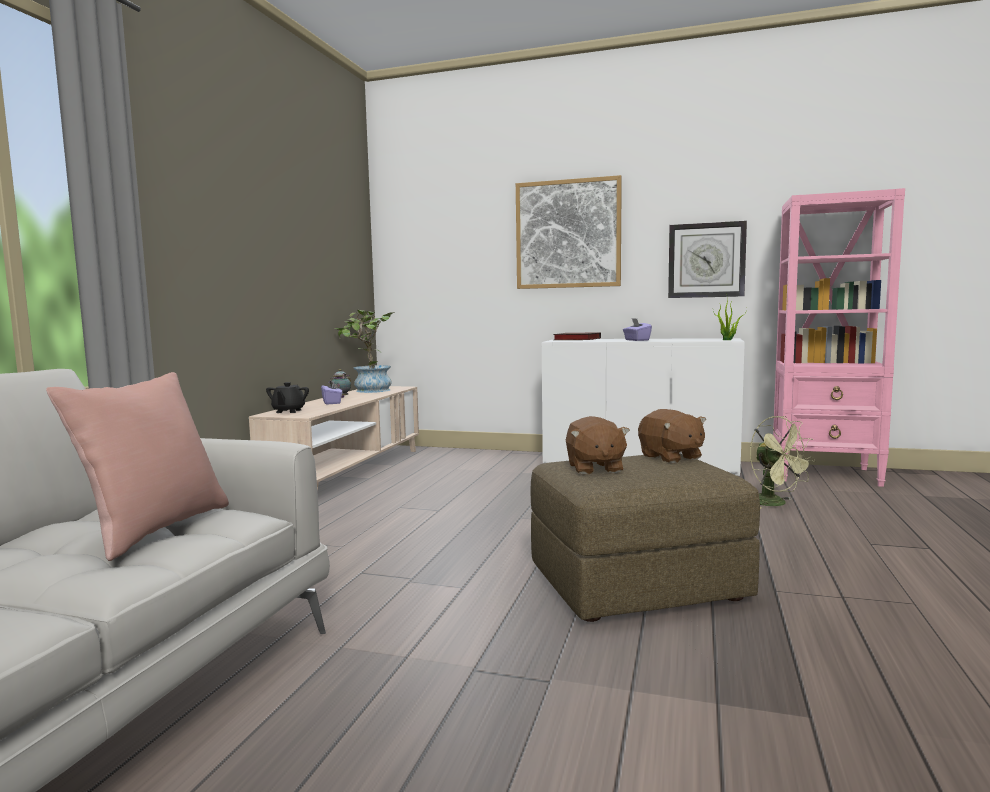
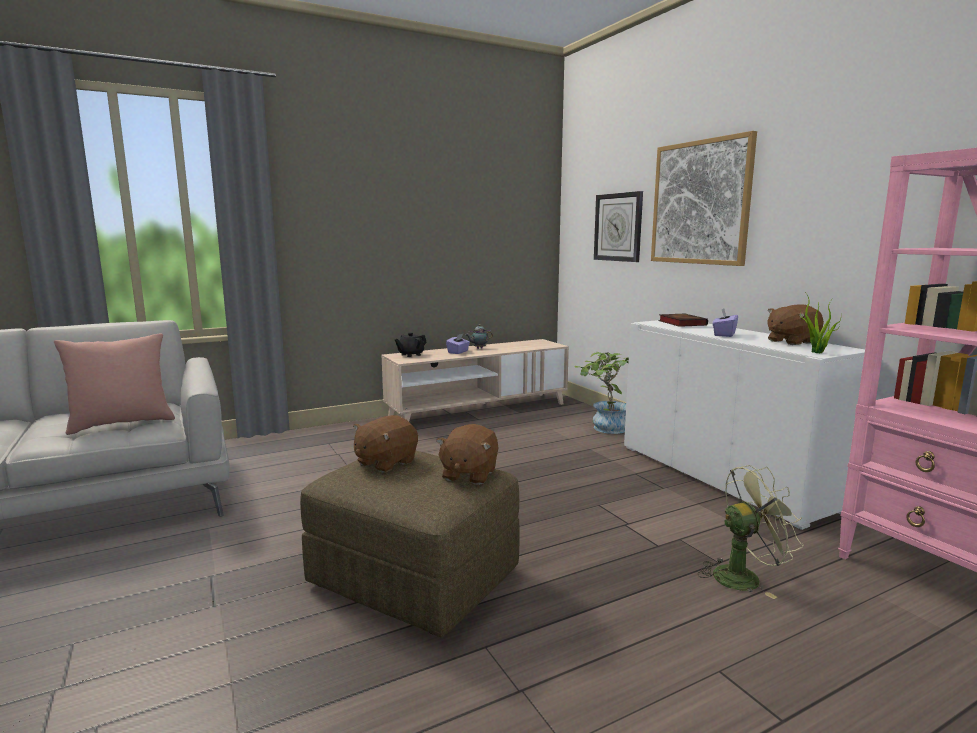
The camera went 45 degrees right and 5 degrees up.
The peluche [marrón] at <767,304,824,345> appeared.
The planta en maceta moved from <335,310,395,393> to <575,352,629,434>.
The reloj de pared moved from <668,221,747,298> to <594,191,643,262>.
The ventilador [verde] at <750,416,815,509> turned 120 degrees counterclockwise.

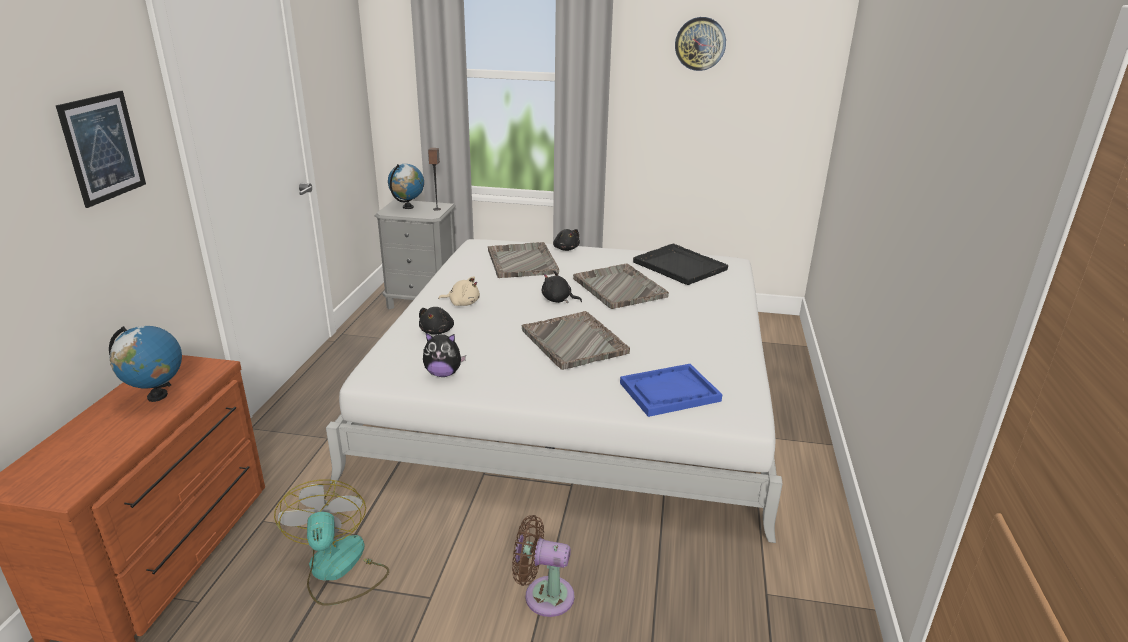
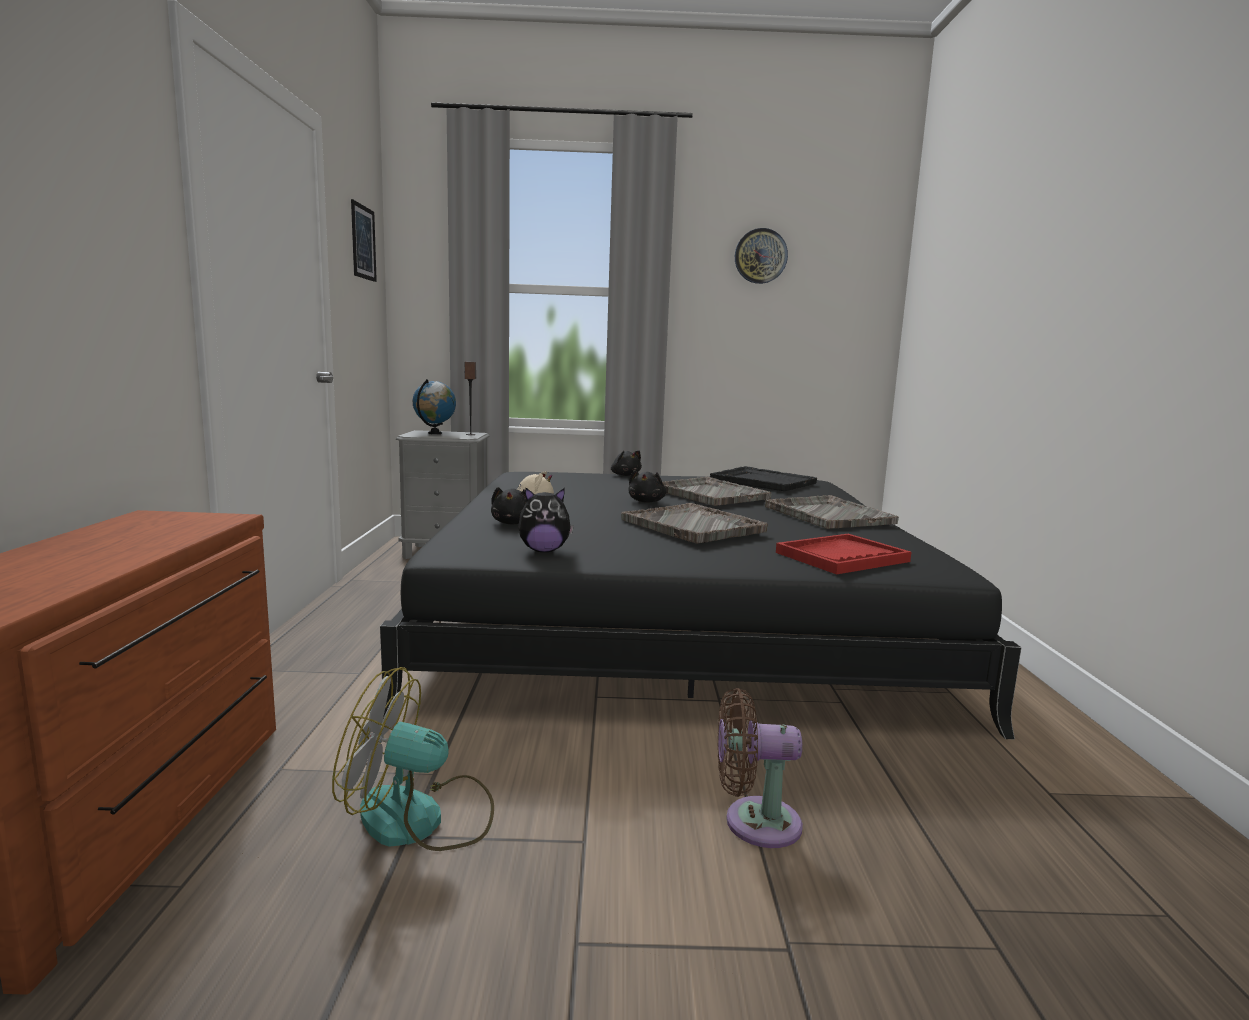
The camera went 10 degrees left and 15 degrees down.
The globo terráqueo at <109,326,182,402> disappeared.
The cuadro moved from <56,91,146,208> to <351,199,377,282>.
The bandeja [gris] moved from <488,242,559,278> to <765,495,899,529>.
The cama [blanco] at <326,239,783,543> became the cama [negro] at <380,472,1021,739>.
The bandeja [azul] at <620,364,723,417> became the bandeja [rojo] at <776,534,911,574>.
The ventilador at <274,479,389,606> turned 60 degrees counterclockwise.
The peluche [negro] at <542,270,582,303> turned 90 degrees counterclockwise.

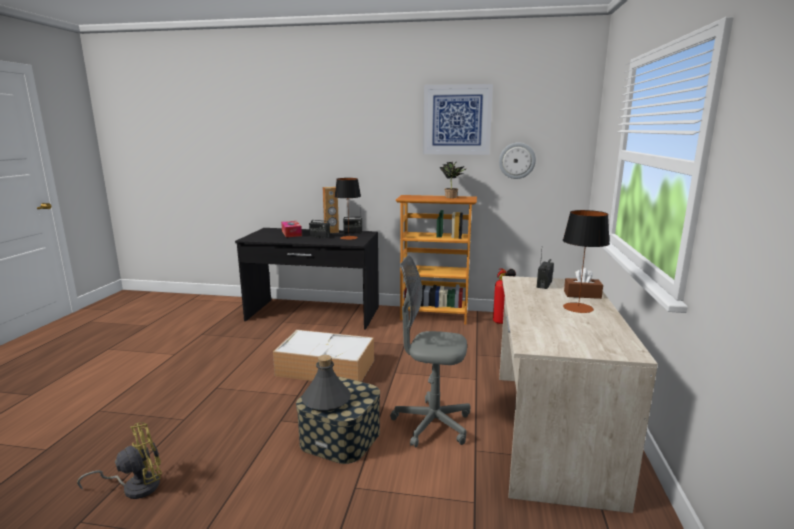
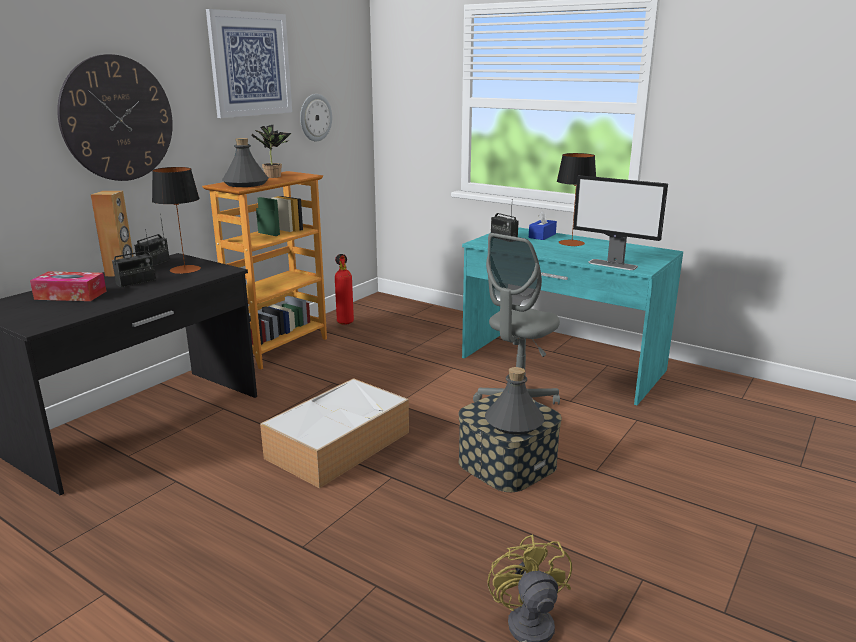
The camera went 65 degrees left and 5 degrees up.
The reloj de pared at <57,54,173,181> appeared.
The botella [gris] at <222,138,269,187> appeared.
The monitor at <573,175,668,270> appeared.
The escritorio [beis] at <499,276,658,513> became the escritorio [turquesa] at <462,227,683,405>.
The caja de pañuelos [marrón] at <564,268,603,299> became the caja de pañuelos [azul] at <529,210,557,240>.

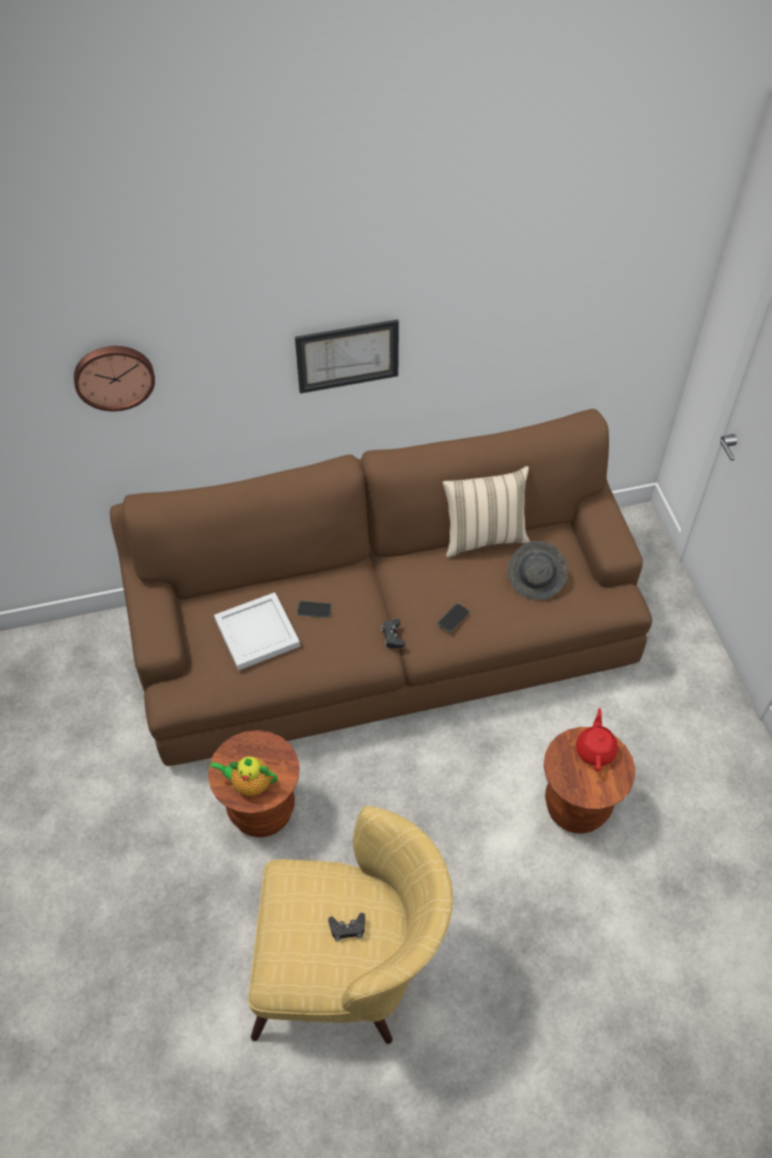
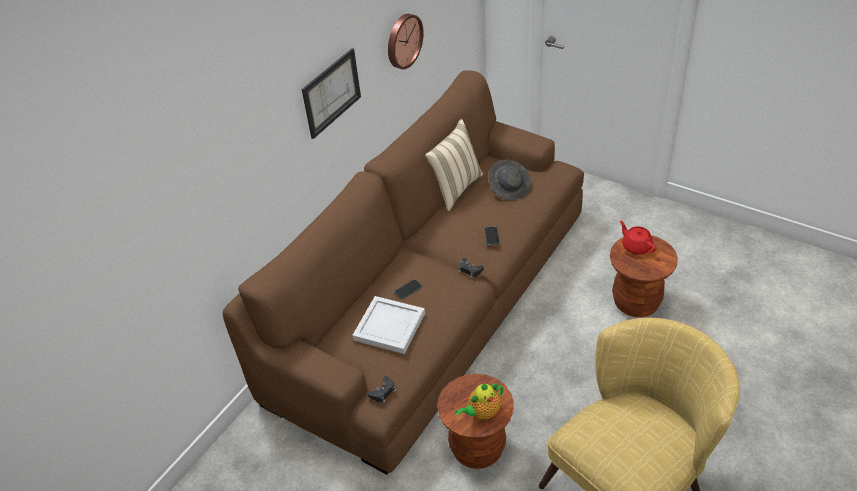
The camera went 40 degrees left and 10 degrees down.
The reloj de pared moved from <74,346,155,411> to <388,14,424,69>.
The mando de consola [negro] moved from <328,913,365,942> to <368,376,396,403>.

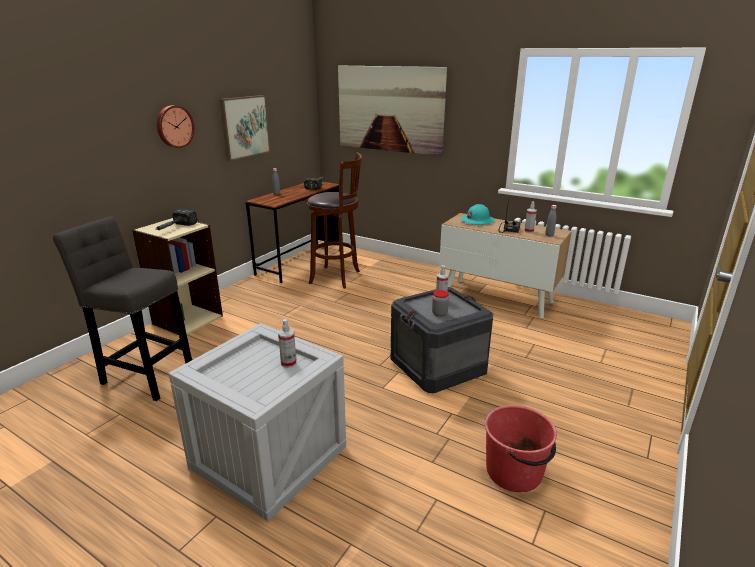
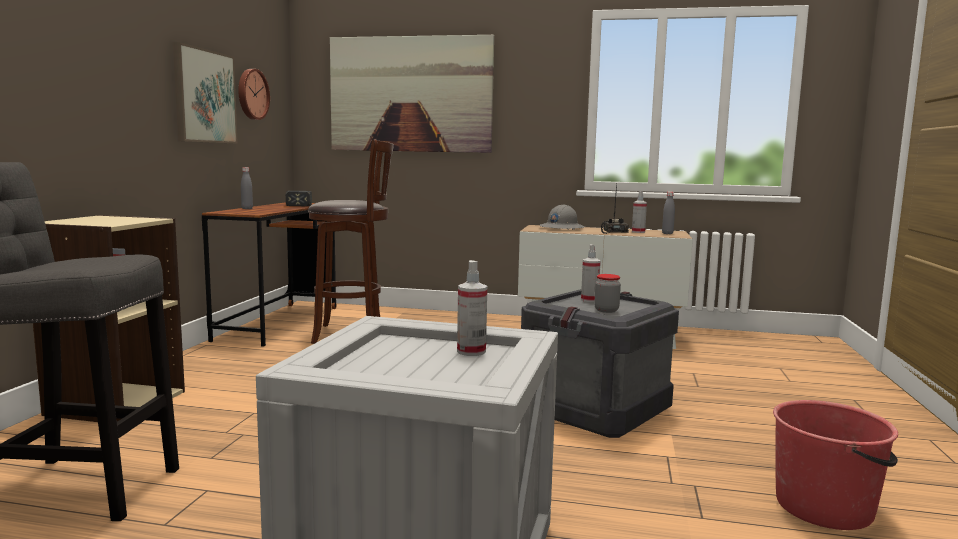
The camera went 20 degrees left and 15 degrees down.
The martillo at <155,209,198,230> disappeared.
The reloj de pared moved from <157,105,195,148> to <238,69,270,120>.
The casco [turquesa] at <461,204,495,225> became the casco [gris] at <540,204,585,230>.

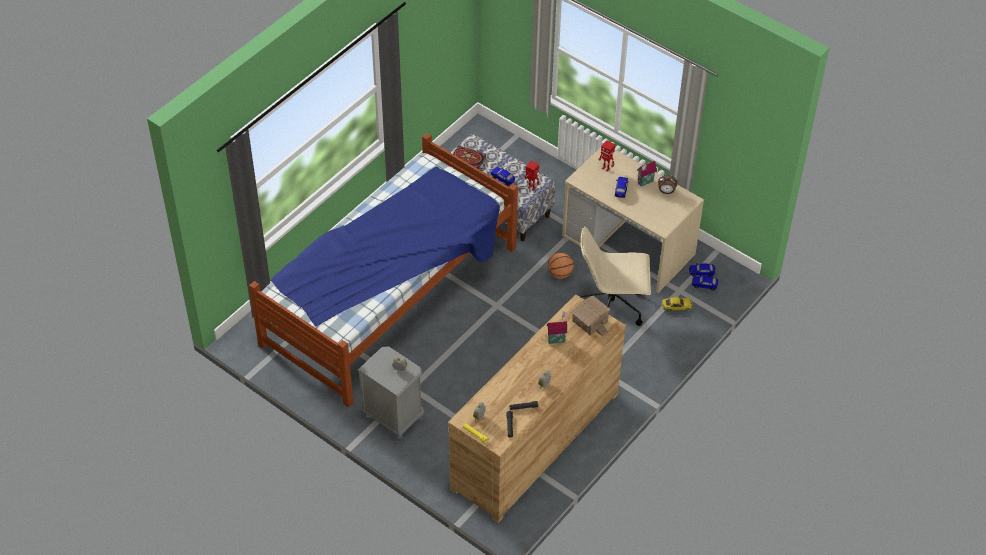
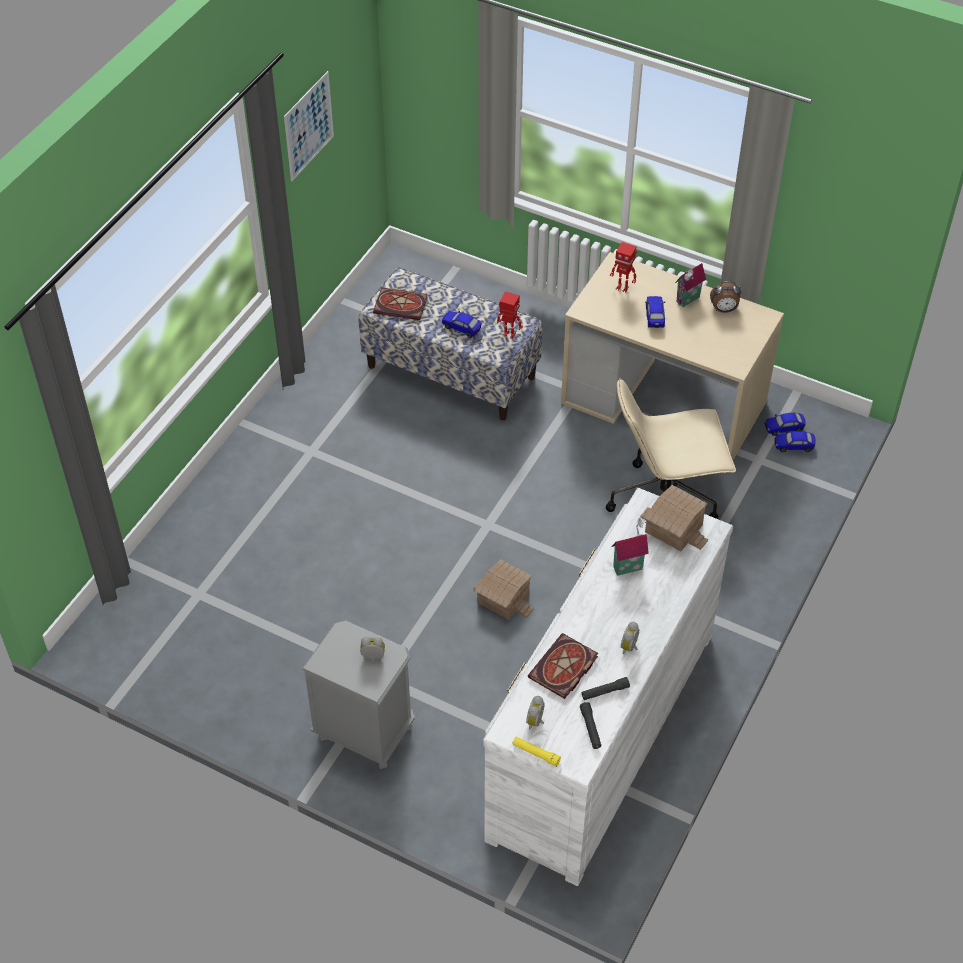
The camera went 10 degrees left and 0 degrees up.
The cama at <249,133,518,407> disappeared.
The balón de baloncesto at <547,253,574,279> disappeared.
The coche de juguete [amarillo] at <662,297,693,313> disappeared.
The cuadro at <284,71,334,181> appeared.
The casita at <474,559,534,620> appeared.
The libro at <528,633,598,699> appeared.
The cómoda [marrón] at <448,295,626,523> became the cómoda [blanco] at <483,488,733,886>.

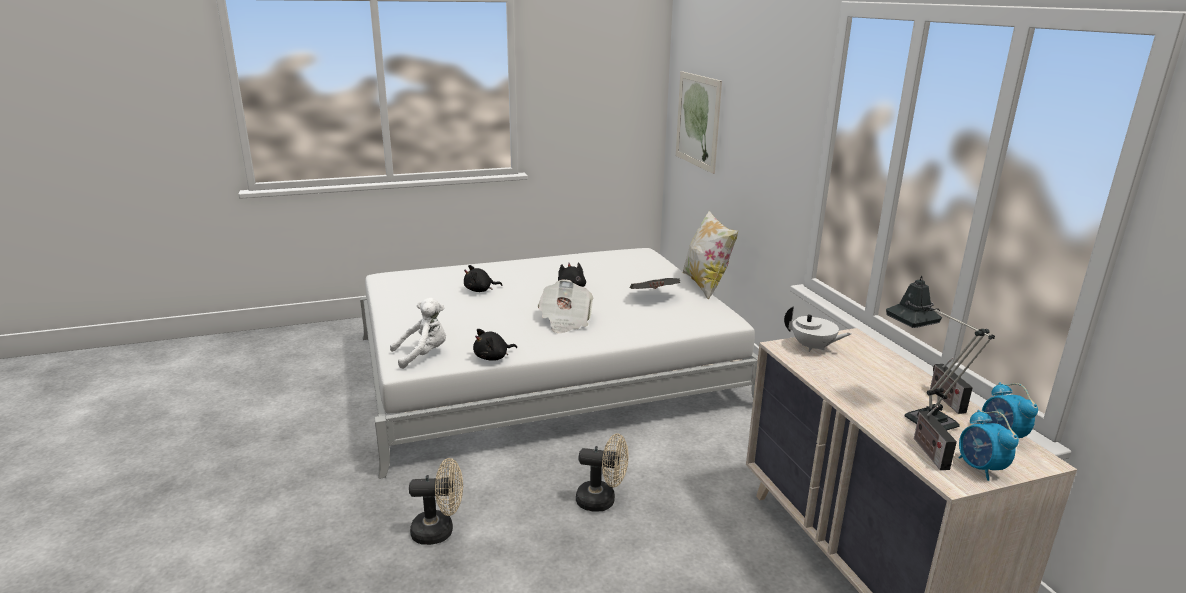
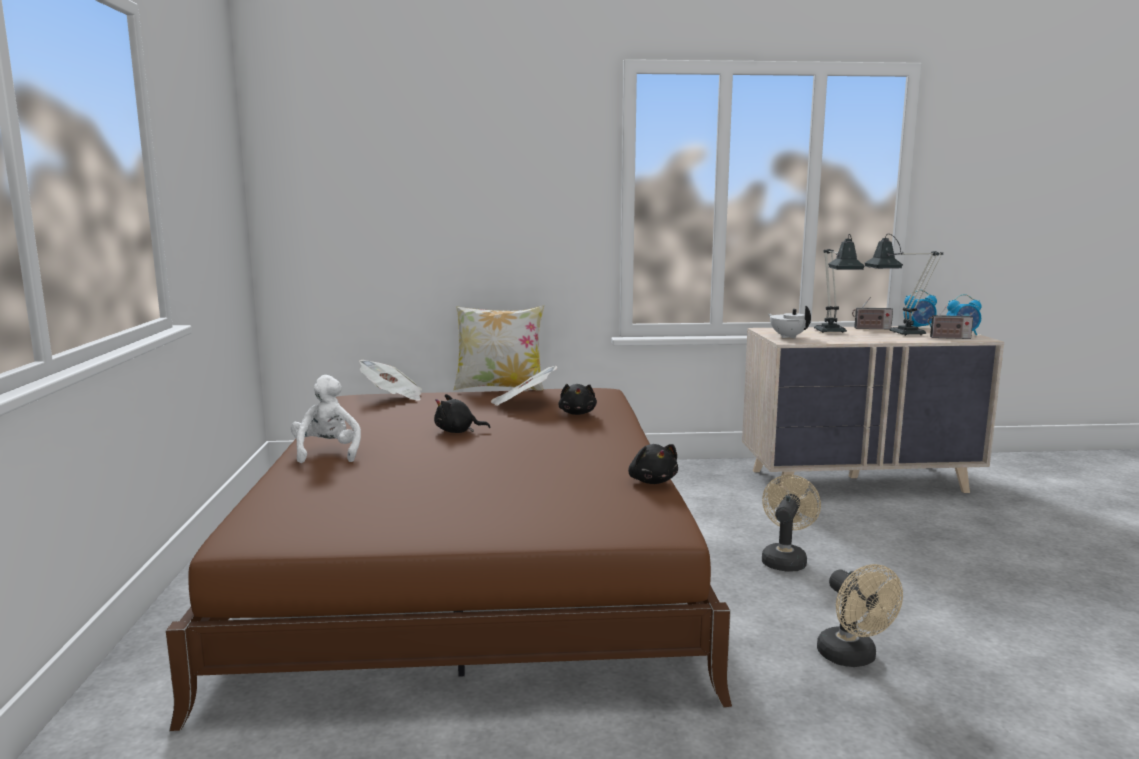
The camera went 75 degrees left and 10 degrees down.
The cuadro at <676,71,722,174> disappeared.
The lámpara de mesa at <814,234,864,333> appeared.
The peluche [blanco] moved from <390,298,446,369> to <291,375,361,463>.
The peluche [negro] moved from <464,265,503,292> to <558,384,597,415>.
The periódico moved from <538,280,593,333> to <359,360,422,401>.
The cama [blanco] at <360,248,758,479> became the cama [marrón] at <166,388,733,732>.
The ventilador [beis] at <409,458,463,545> turned 150 degrees clockwise.
The tetera [blanco] at <784,306,852,352> turned 75 degrees counterclockwise.

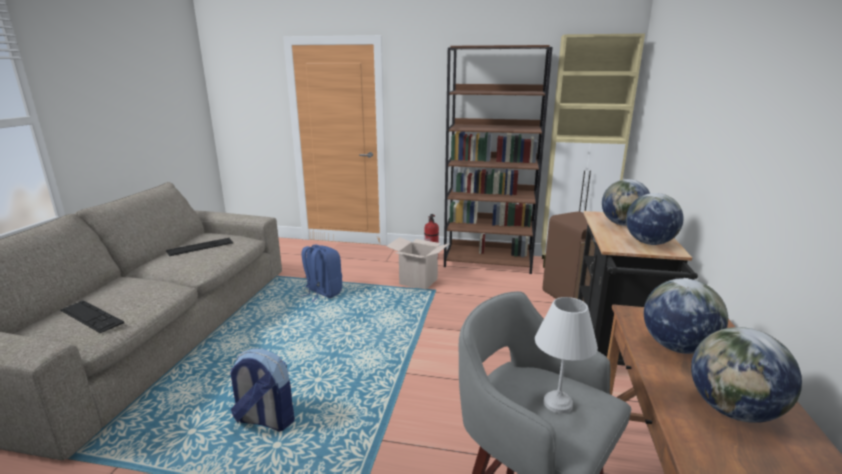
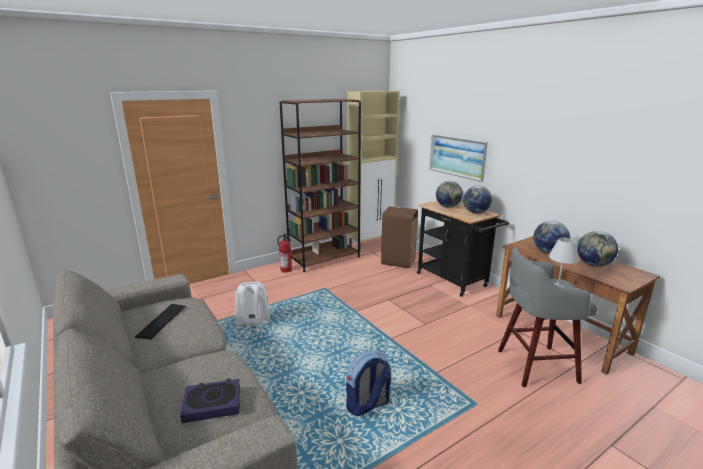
The camera went 45 degrees left and 0 degrees up.
The caja de cartón at <386,237,450,289> disappeared.
The cuadro at <430,135,488,182> appeared.
The teclado at <60,300,124,333> was replaced by the libro at <180,379,240,423>.
The mochila [azul] at <301,245,342,302> became the mochila [blanco] at <235,282,270,333>.

